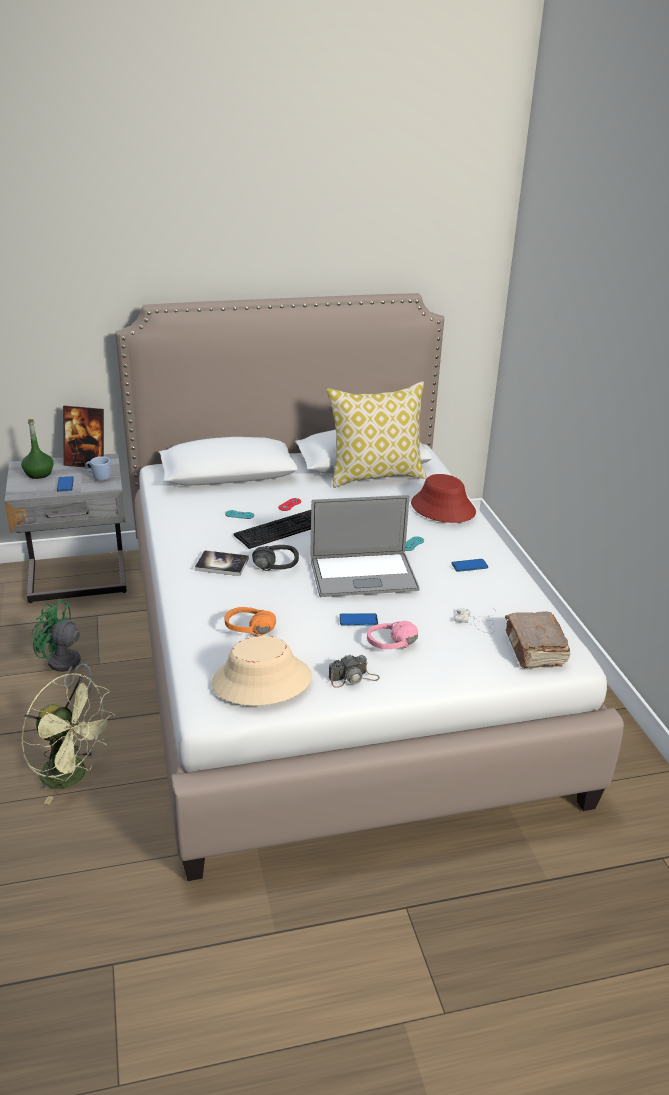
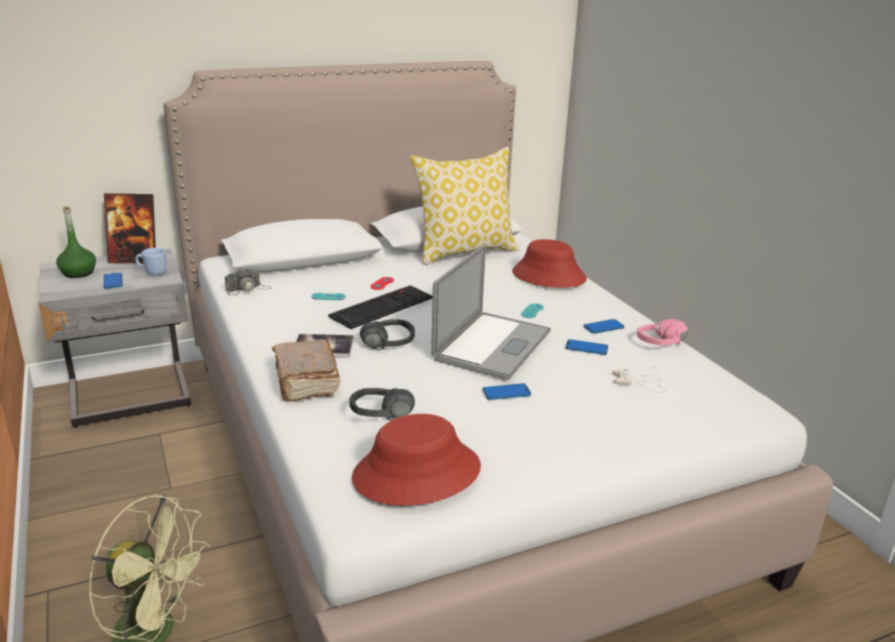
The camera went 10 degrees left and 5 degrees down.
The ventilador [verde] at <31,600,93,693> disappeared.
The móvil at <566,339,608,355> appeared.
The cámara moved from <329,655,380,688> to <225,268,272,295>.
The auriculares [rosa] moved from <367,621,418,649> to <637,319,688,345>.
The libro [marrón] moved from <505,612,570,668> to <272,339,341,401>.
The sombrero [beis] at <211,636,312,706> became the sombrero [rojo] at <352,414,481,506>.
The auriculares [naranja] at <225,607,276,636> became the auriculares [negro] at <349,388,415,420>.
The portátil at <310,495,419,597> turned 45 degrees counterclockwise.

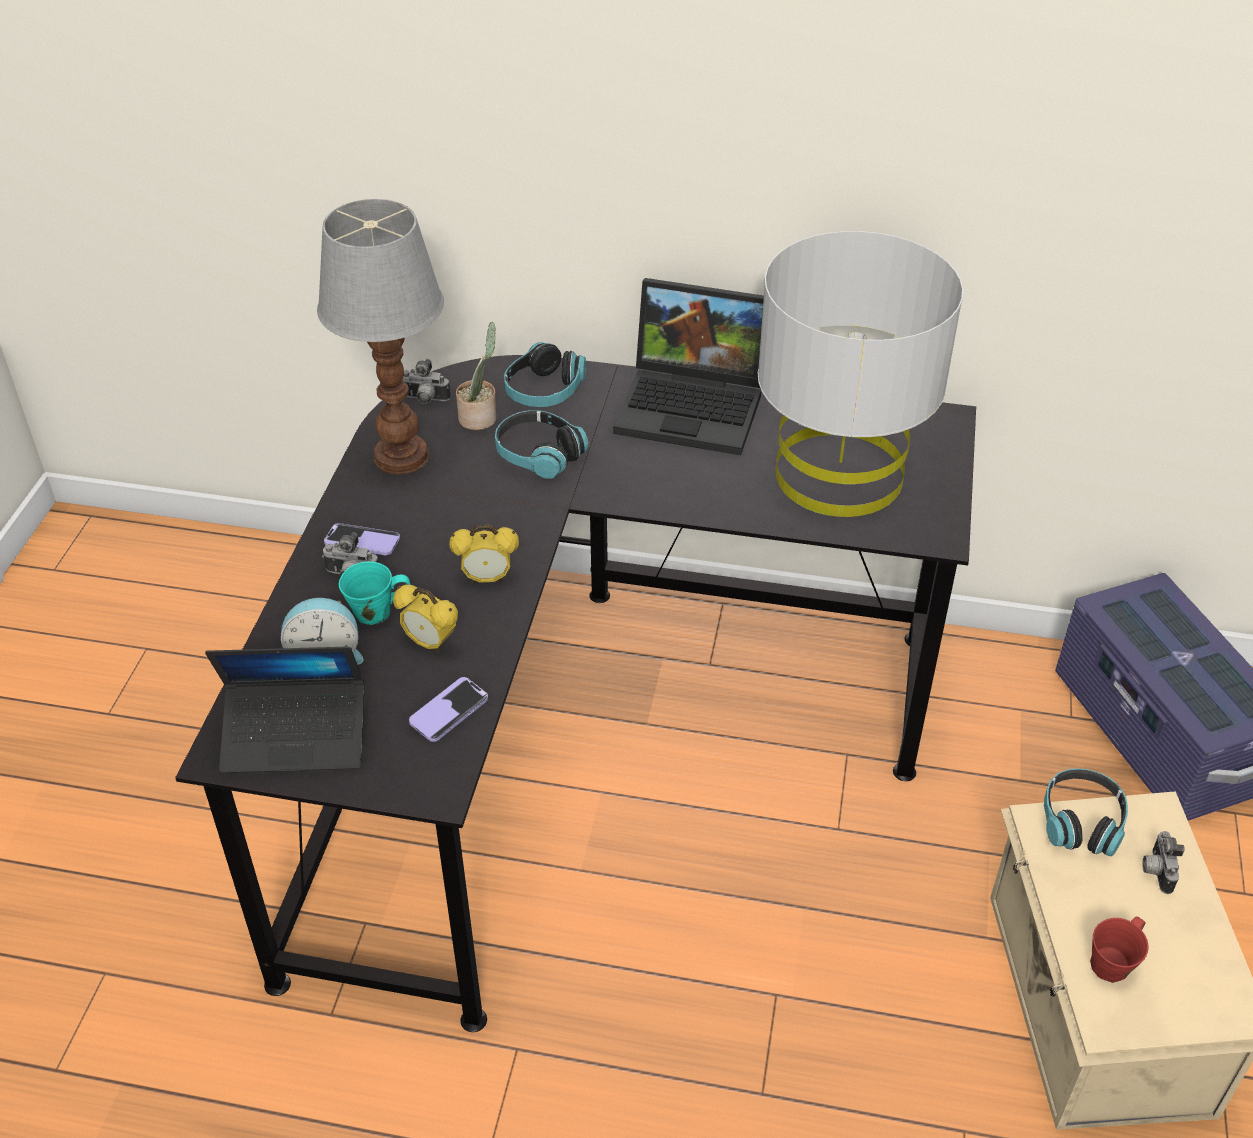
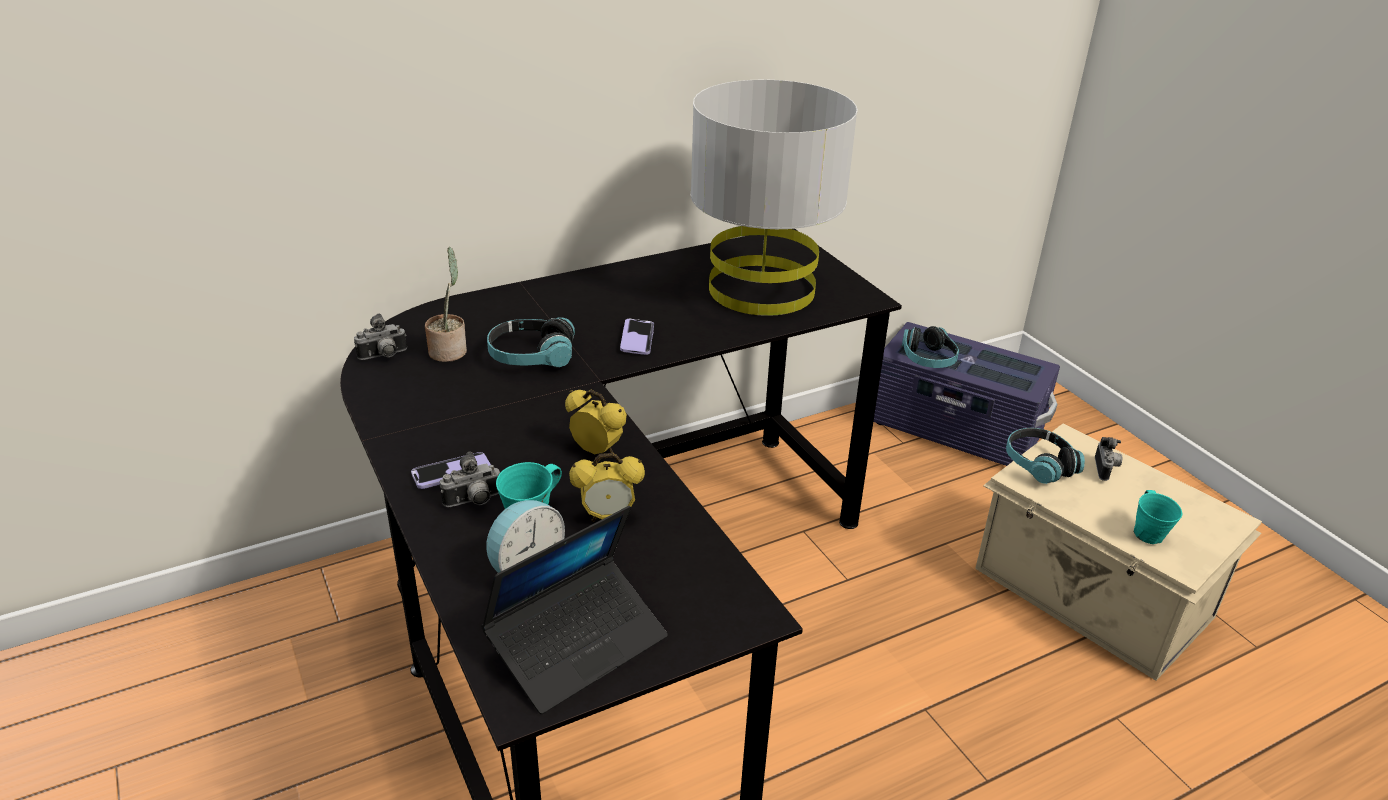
The camera went 40 degrees left and 10 degrees down.
The lámpara de mesa at <317,199,444,475> disappeared.
The portátil at <613,278,764,455> disappeared.
The móvil moved from <409,677,488,742> to <620,319,654,355>.
The auriculares moved from <504,342,586,407> to <902,326,959,368>.
The taza grande [rojo] at <1090,916,1149,983> became the taza grande [turquesa] at <1134,490,1182,544>.
The despertador at <450,524,519,584> turned 105 degrees counterclockwise.
The cámara at <1142,831,1185,894> turned 135 degrees counterclockwise.

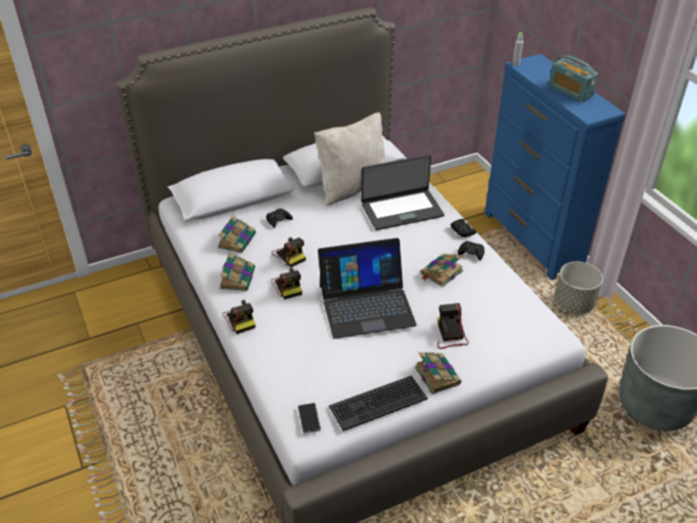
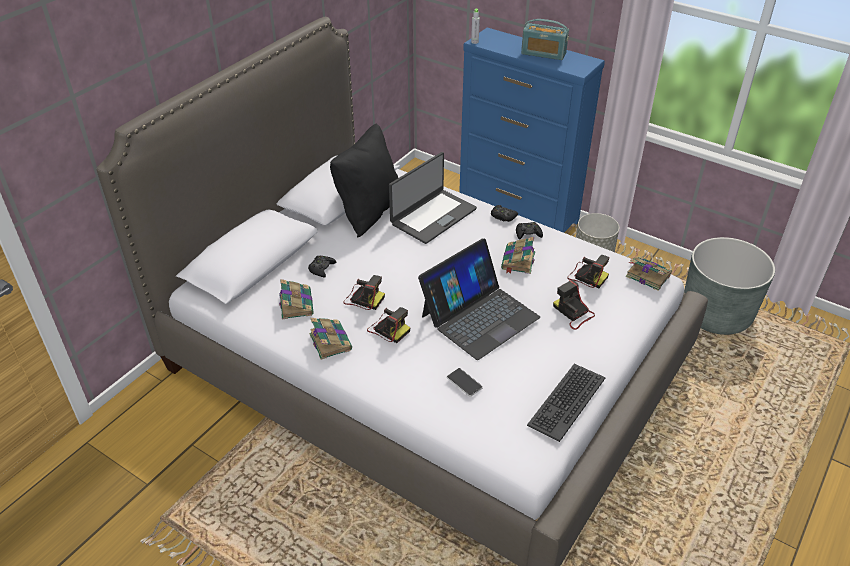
The camera went 30 degrees left and 0 degrees up.
The cámara moved from <223,300,255,334> to <567,255,609,288>.
The móvil moved from <298,403,321,434> to <447,368,483,397>.
The libro moved from <415,352,461,394> to <626,256,672,291>.
The cojín [beis] at <314,112,387,206> became the cojín [negro] at <330,124,398,238>.

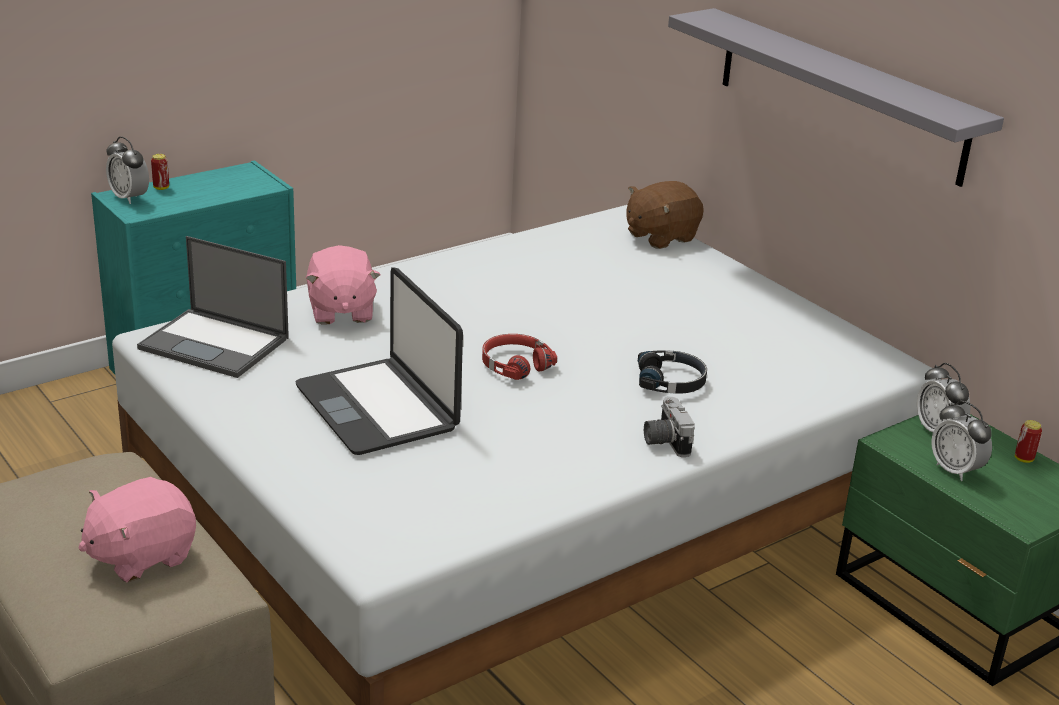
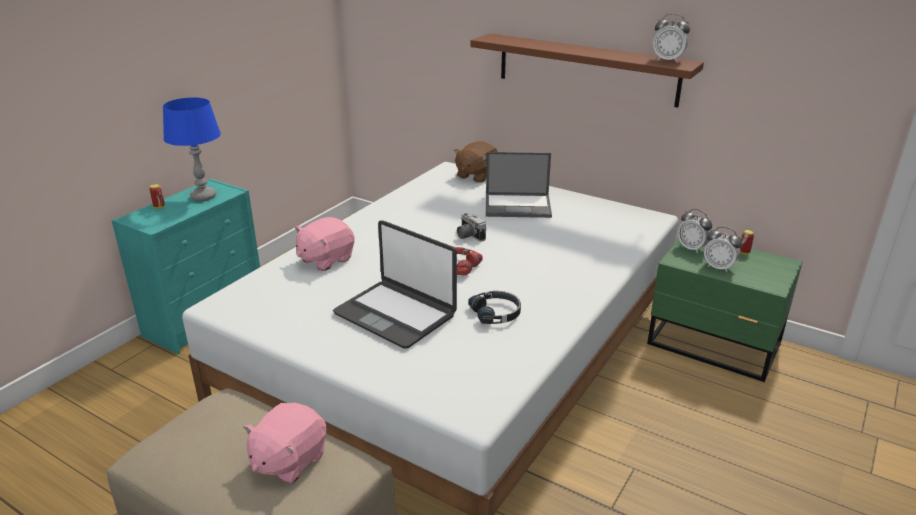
The camera went 20 degrees left and 0 degrees up.
The lámpara de mesa [azul] at <163,97,221,201> appeared.
The despertador moved from <106,136,149,204> to <653,14,690,63>.
The portátil moved from <137,236,289,378> to <486,152,552,218>.
The auriculares [negro] moved from <638,350,707,394> to <468,291,521,324>.
The cámara moved from <644,397,695,457> to <457,212,486,241>.
The estante [gris] at <668,8,1004,187> became the estante [marrón] at <470,33,704,108>.
The peluche [rosa] at <305,245,381,325> turned 75 degrees clockwise.

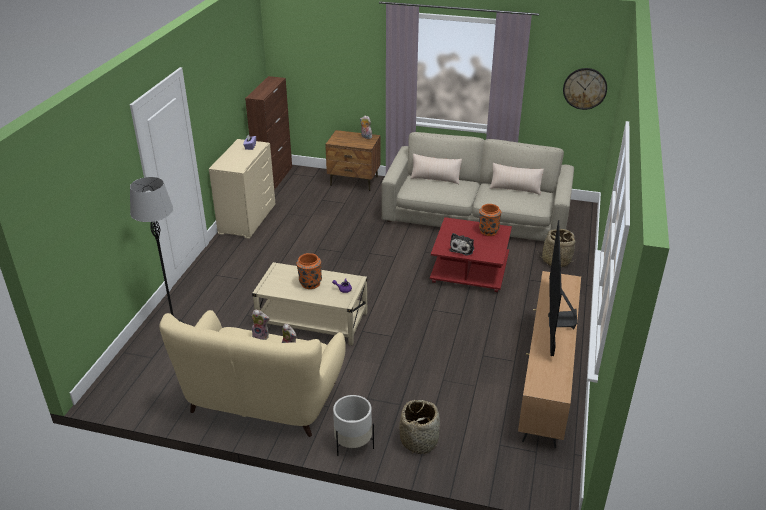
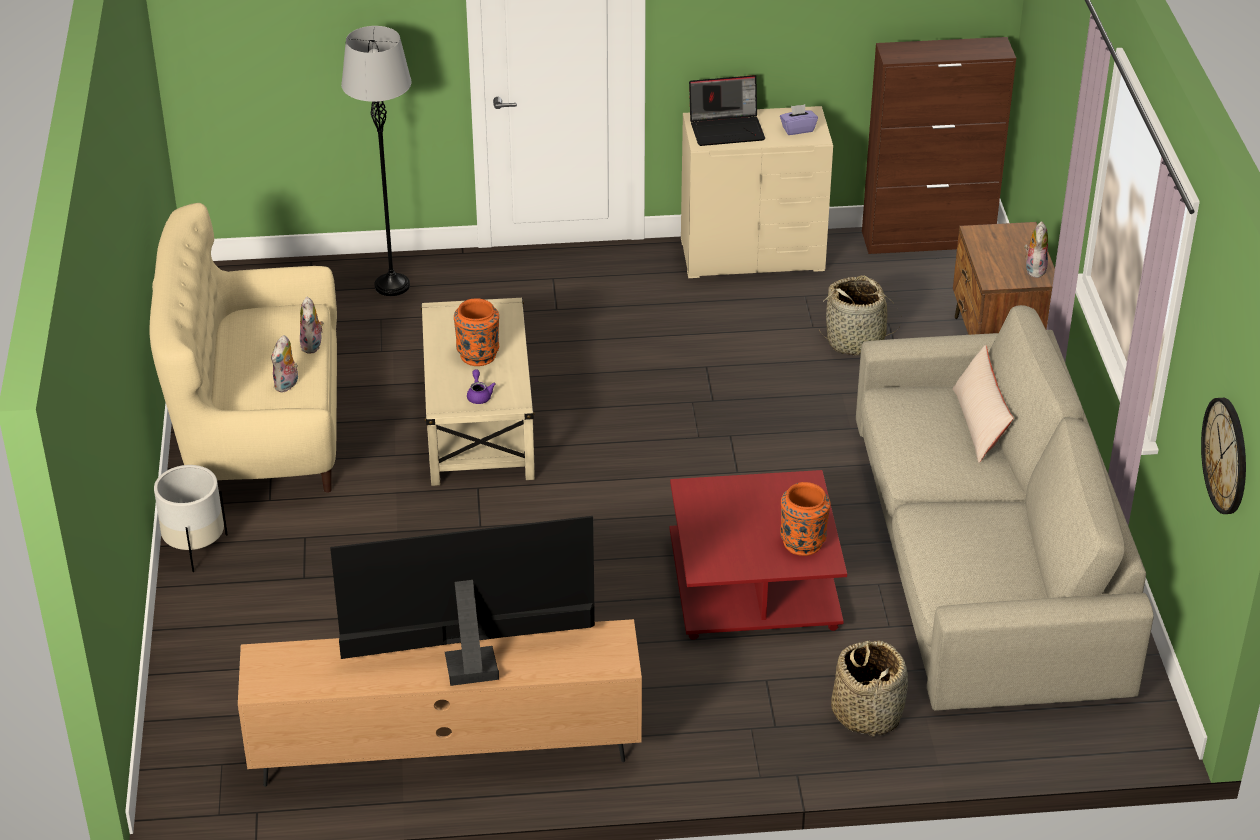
The camera went 70 degrees right and 5 degrees up.
The peluche at <450,233,474,256> disappeared.
The cojín [beis] at <490,163,544,195> disappeared.
The portátil at <689,75,765,146> appeared.
The cesta moved from <399,400,440,454> to <819,276,902,356>.

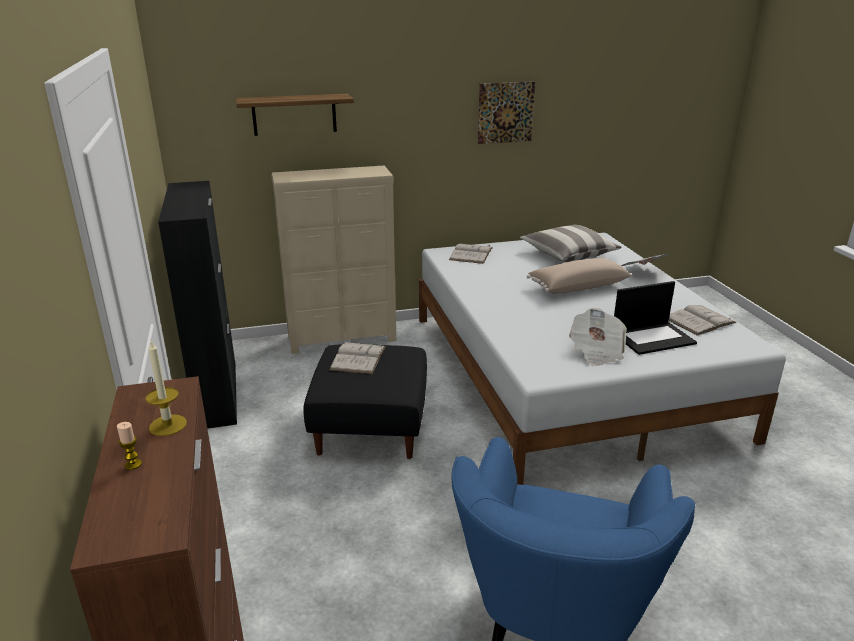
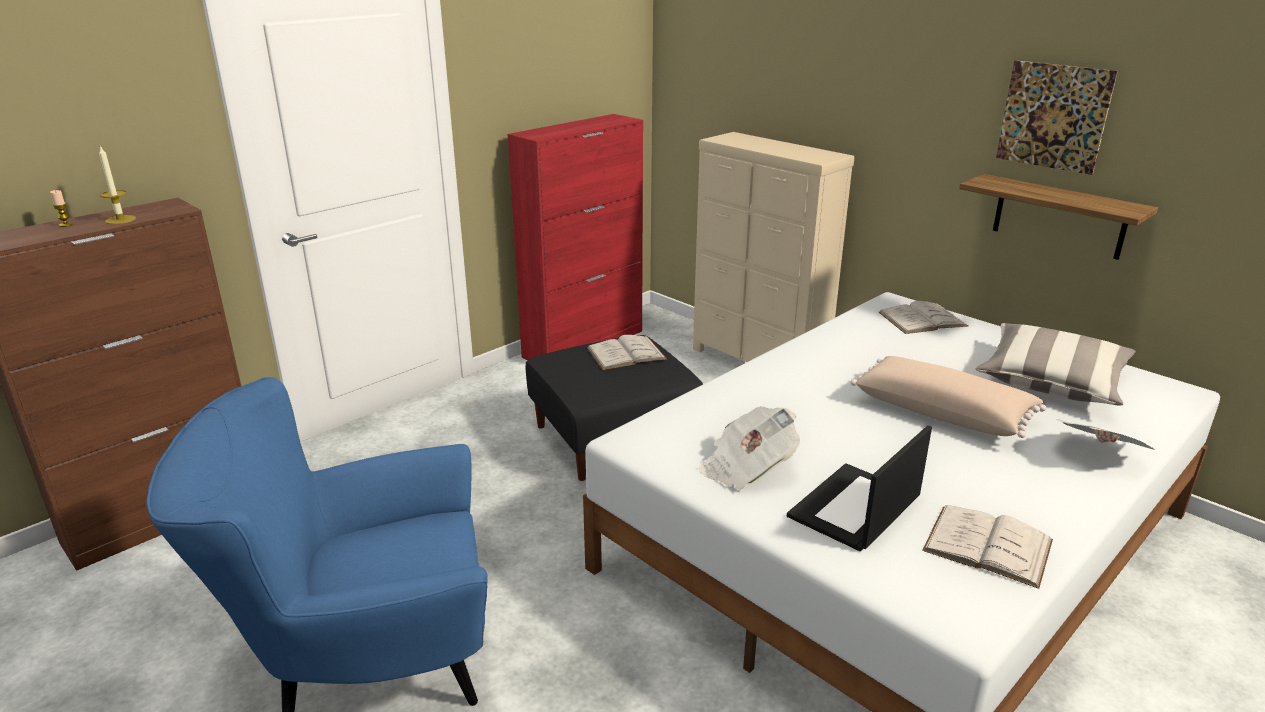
The camera went 60 degrees right and 0 degrees up.
The estante moved from <236,94,354,136> to <959,174,1158,260>.
The armario [negro] at <158,181,237,429> became the armario [rojo] at <507,114,643,360>.
The portátil at <614,281,697,355> turned 90 degrees clockwise.

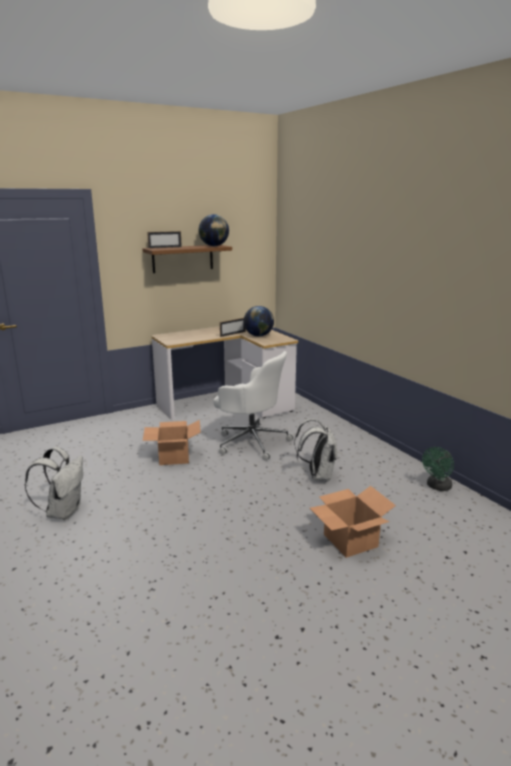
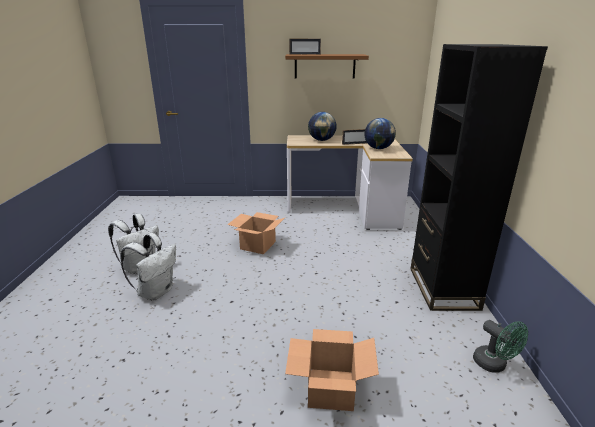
The camera went 30 degrees right and 5 degrees up.
The silla de oficina [blanco] at <213,351,294,461> disappeared.
The estantería [negro] at <411,44,548,311> appeared.
The globo terráqueo moved from <199,214,229,246> to <308,112,337,141>.
The mochila [blanco] moved from <294,419,338,481> to <120,233,176,301>.
The ventilador [verde] at <422,447,454,491> turned 105 degrees counterclockwise.

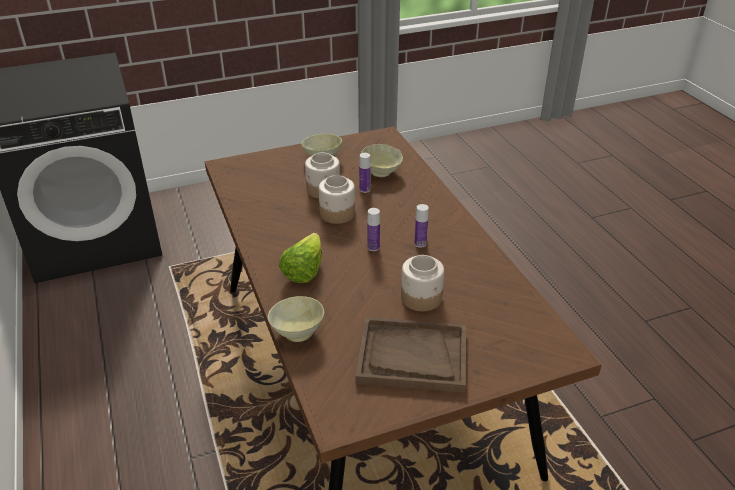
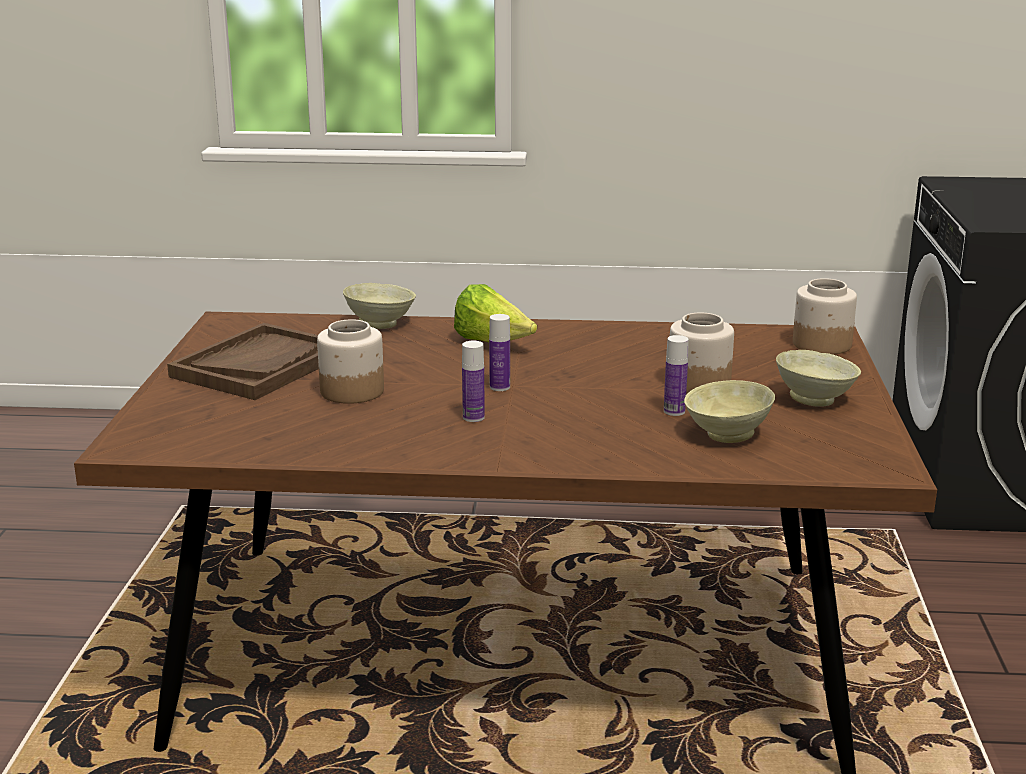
The camera went 115 degrees right and 15 degrees down.
The tarro moved from <319,175,355,224> to <793,278,857,354>.

